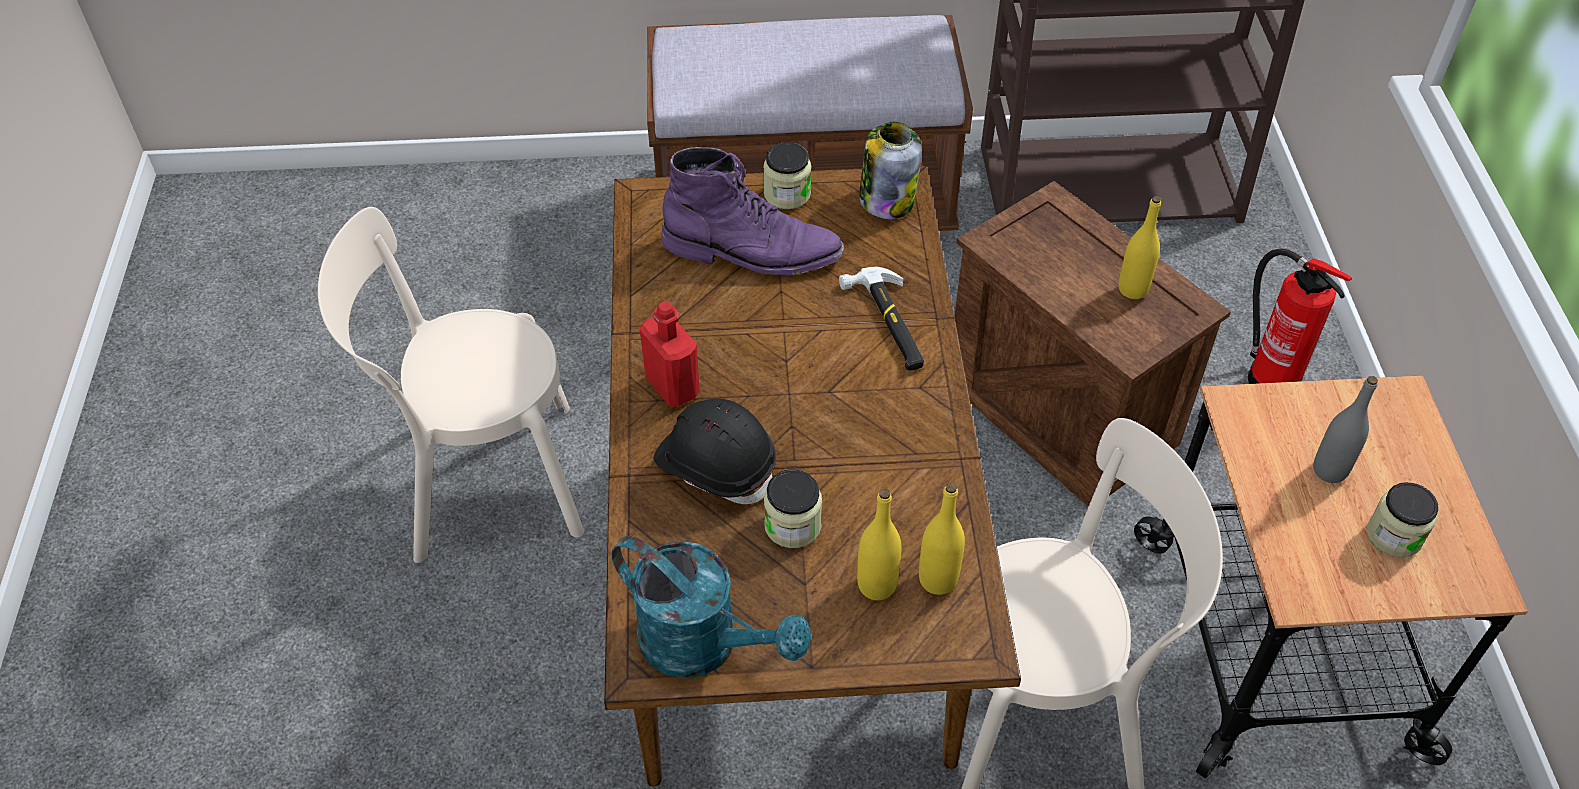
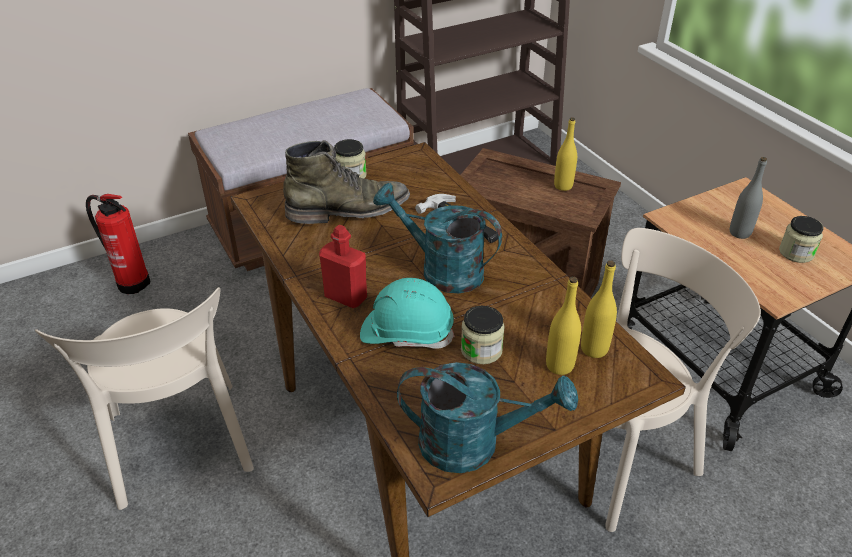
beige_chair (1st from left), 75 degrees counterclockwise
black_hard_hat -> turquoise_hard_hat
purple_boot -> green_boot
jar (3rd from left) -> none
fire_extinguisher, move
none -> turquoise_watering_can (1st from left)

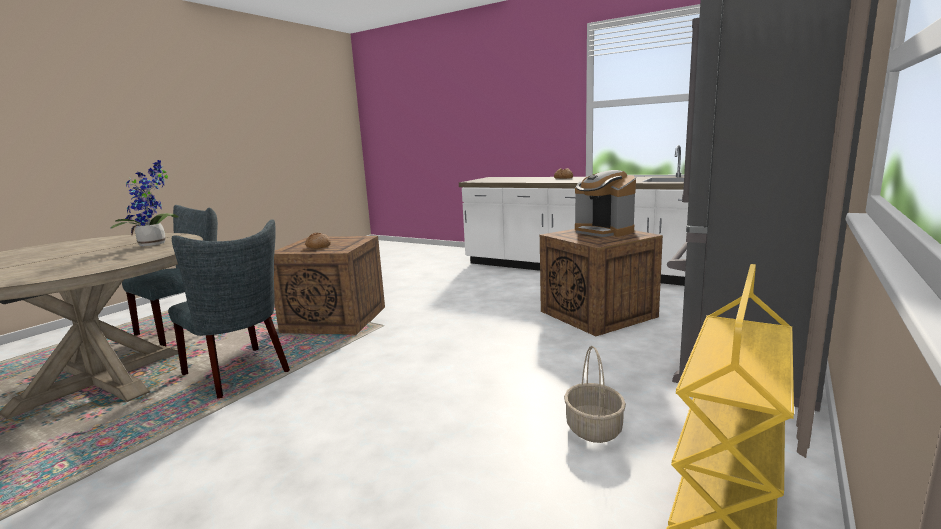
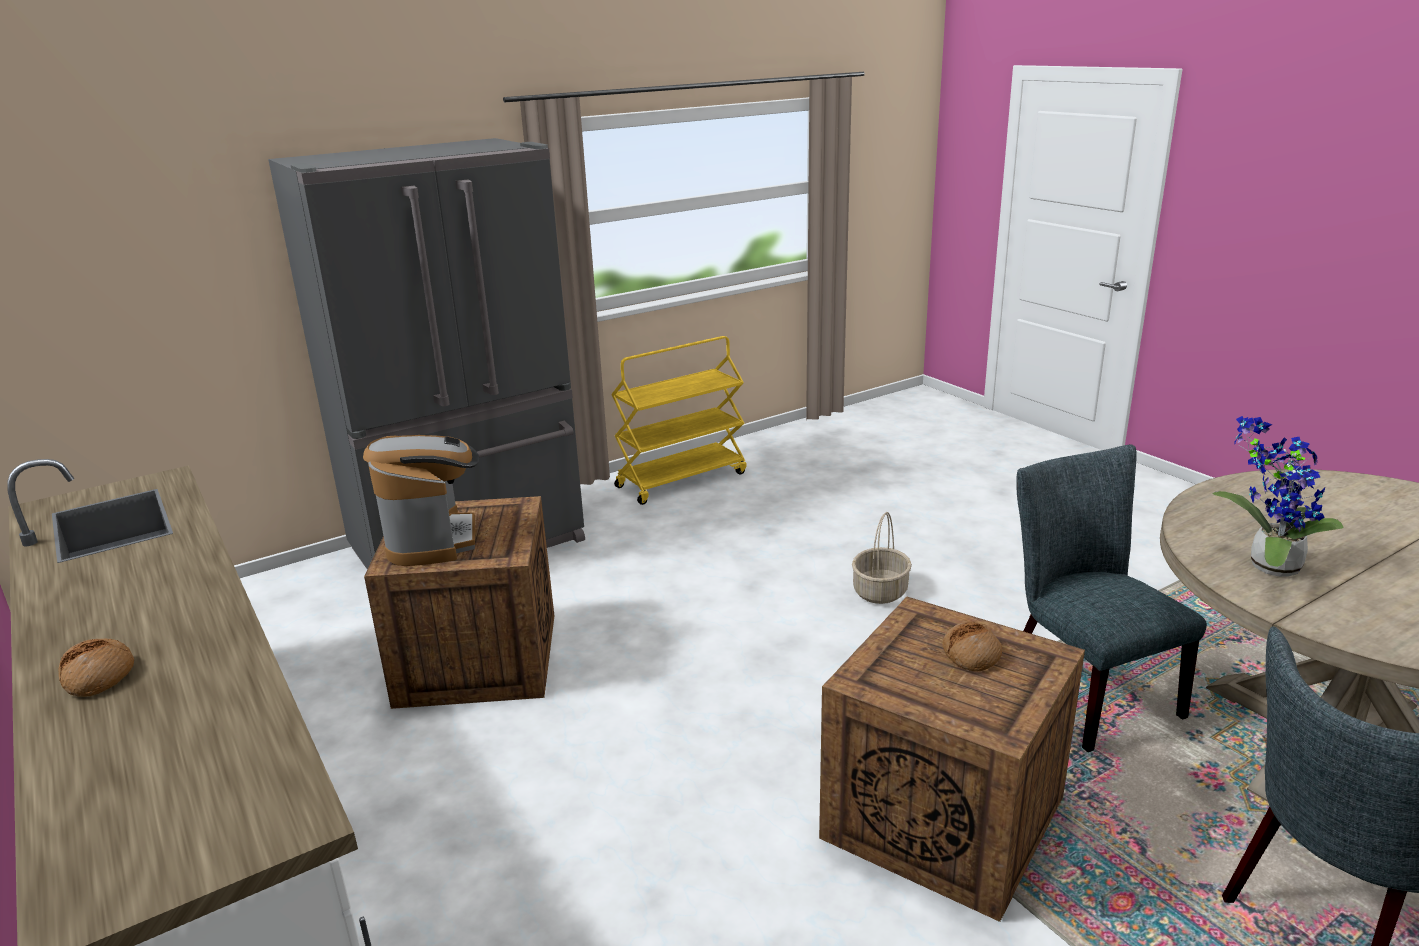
basket, move

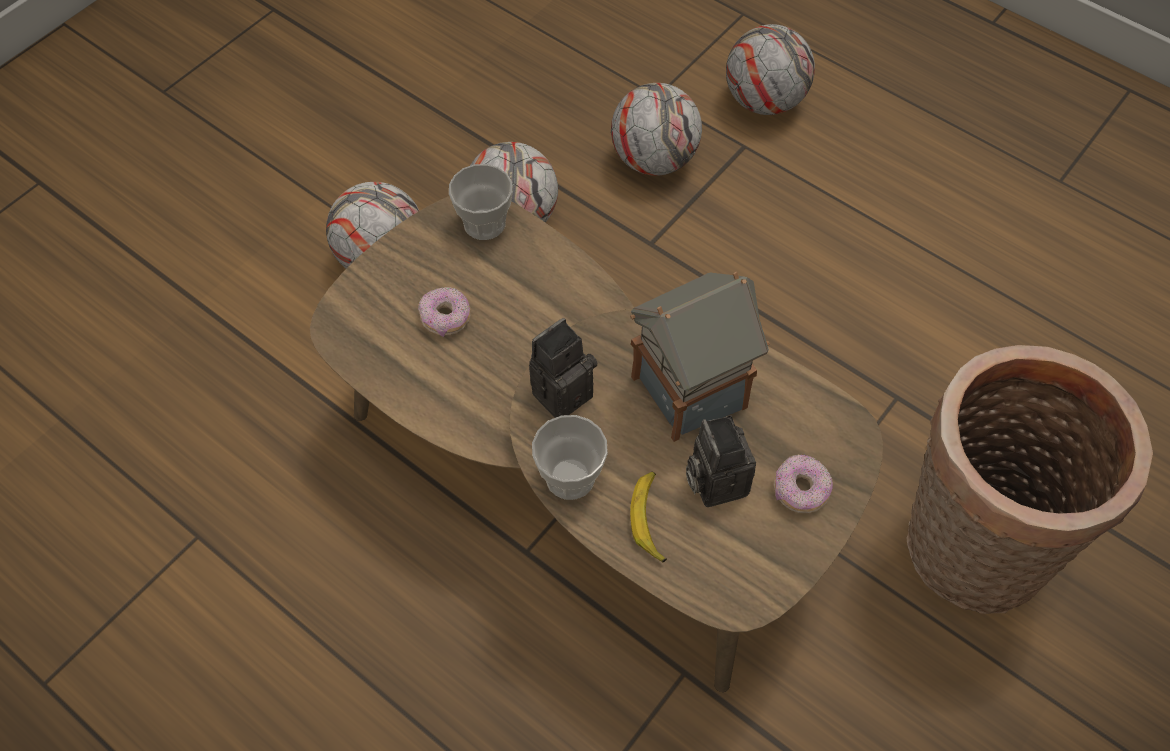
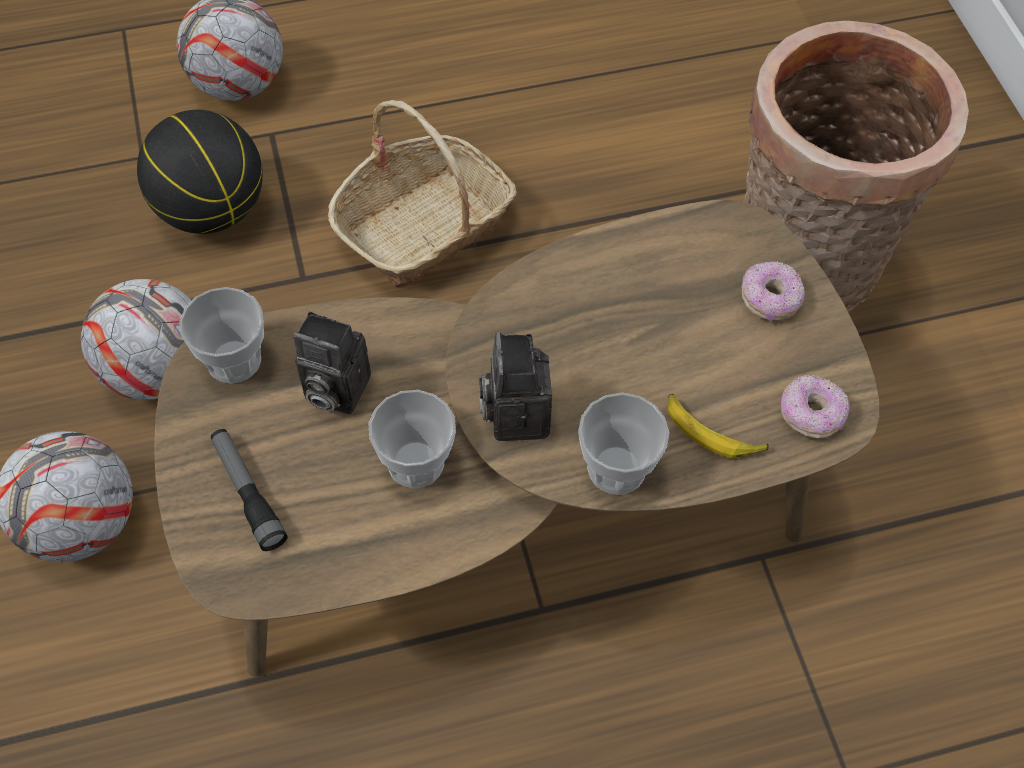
donut (1st from left in the first image) -> donut (2nd from left), move
football (3rd from left) -> basketball
toy_house -> none
photo_camera (2nd from left in the first image) -> photo_camera (1st from left), move
none -> flashlight
none -> basket (1st from left)
none -> cup (2nd from left)

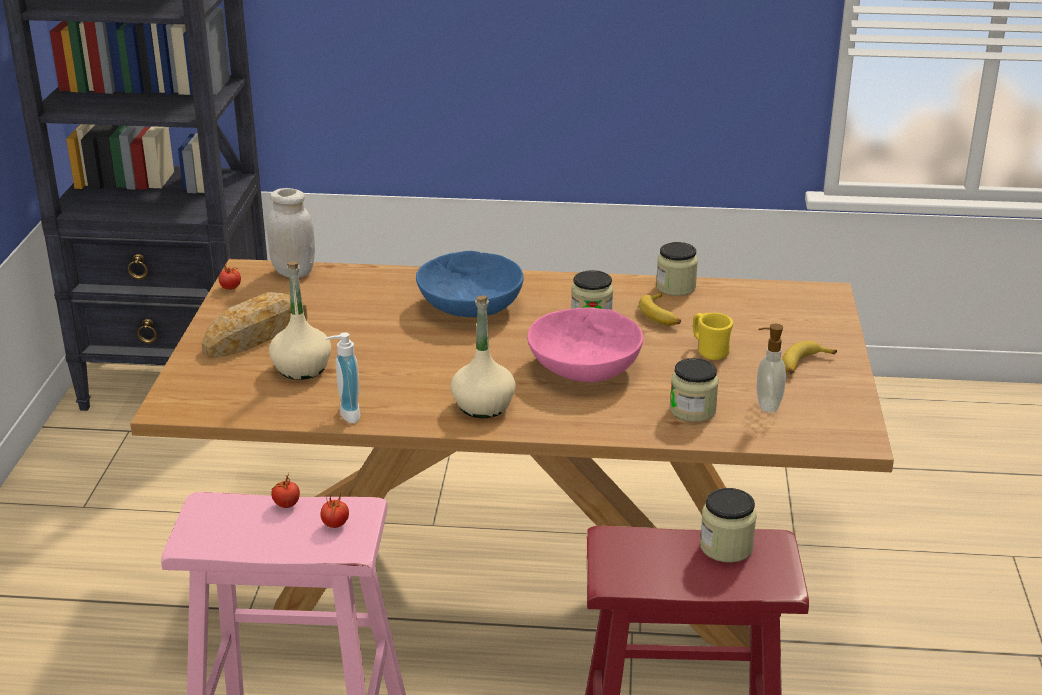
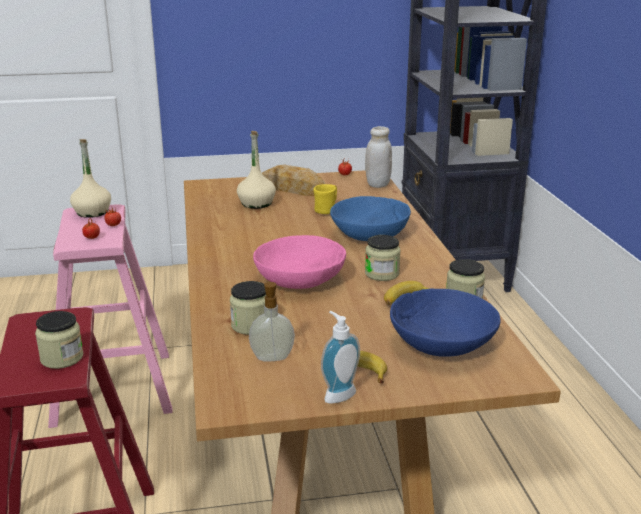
soap_dispenser (1st from left in the first image) -> soap_dispenser (2nd from left), move
beige_bottle (2nd from left in the first image) -> beige_bottle (1st from left), move
yellow_mug, move
none -> blue_bowl (2nd from left)

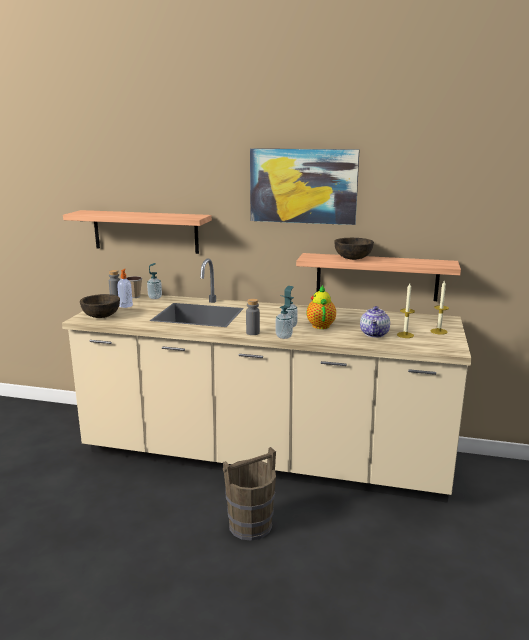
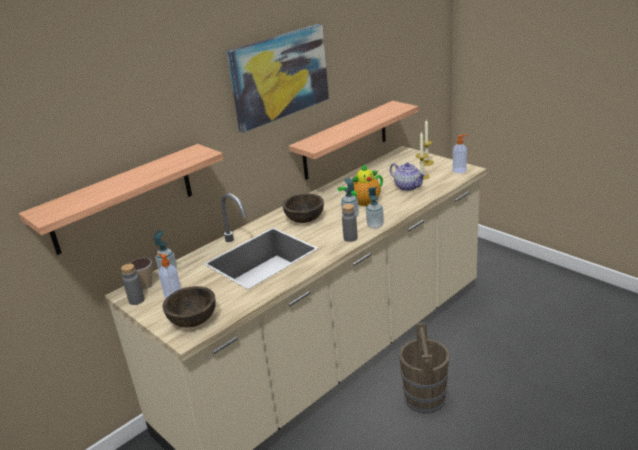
teapot (1st from left), 60 degrees counterclockwise
brown_bowl (2nd from left), move
none -> soap_dispenser (5th from left)

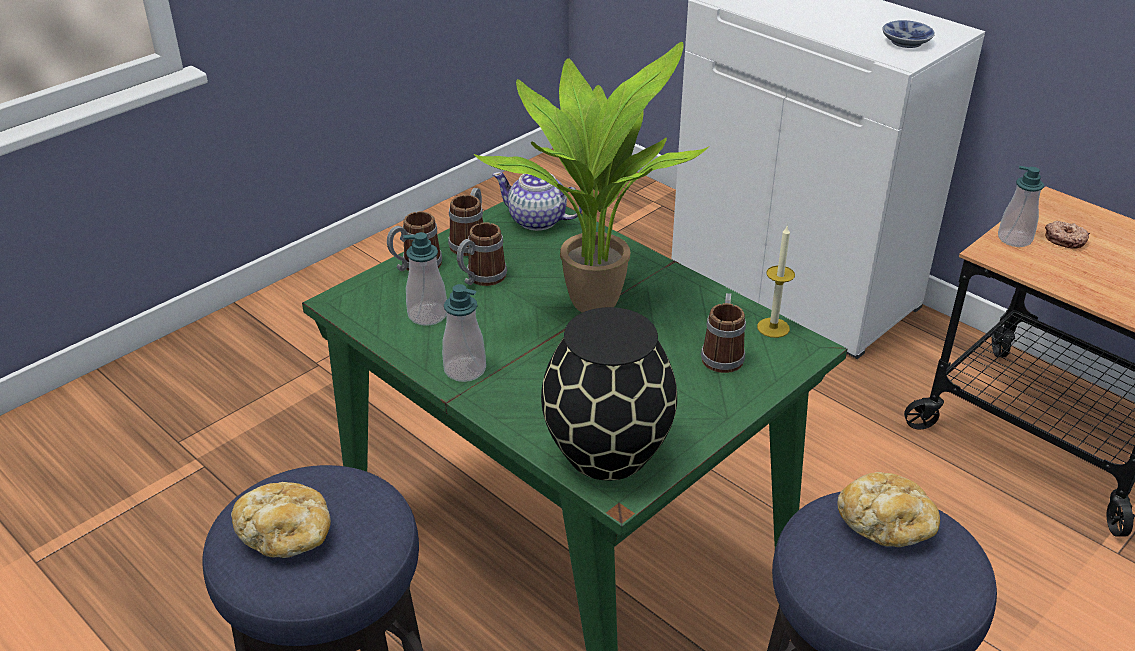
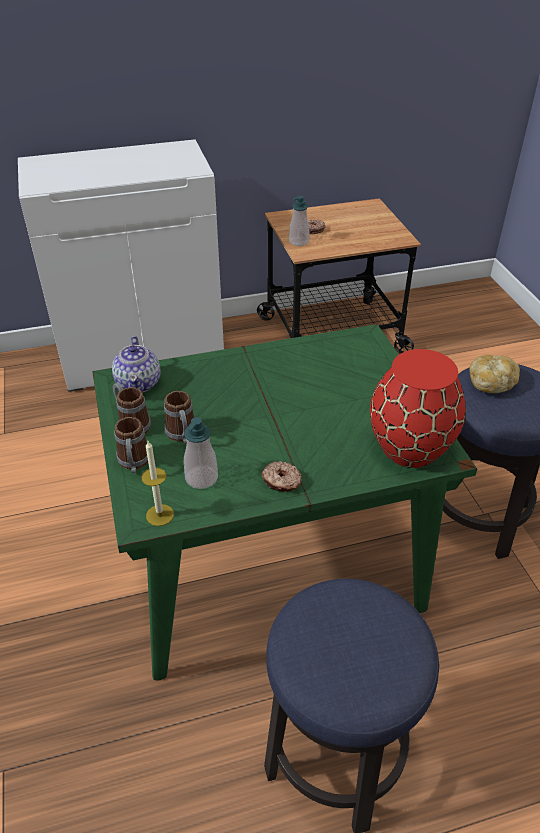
bread (1st from left) -> none
soap_dispenser (2nd from left) -> donut (1st from left)
potted_plant -> none
teapot, 60 degrees counterclockwise
black_vase -> red_vase
mug (4th from left) -> none
candle, move
bowl -> none

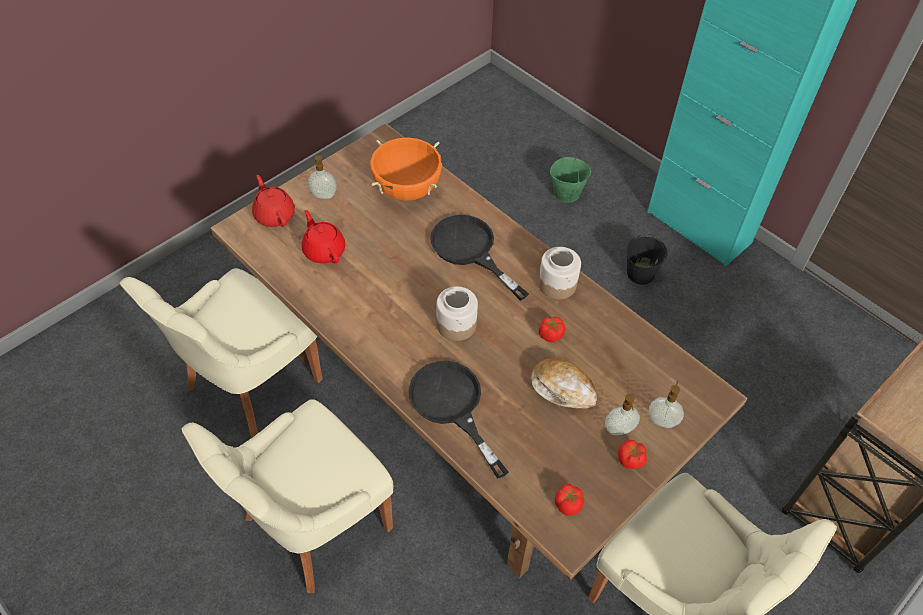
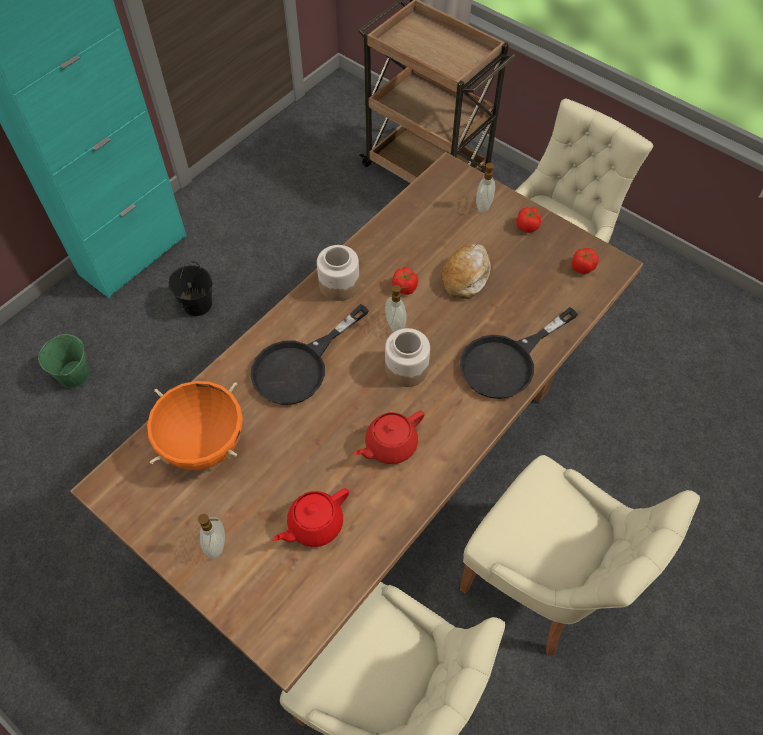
red_teapot (1st from left in the first image) -> red_teapot (2nd from left), move
soap_dispenser (2nd from left), move

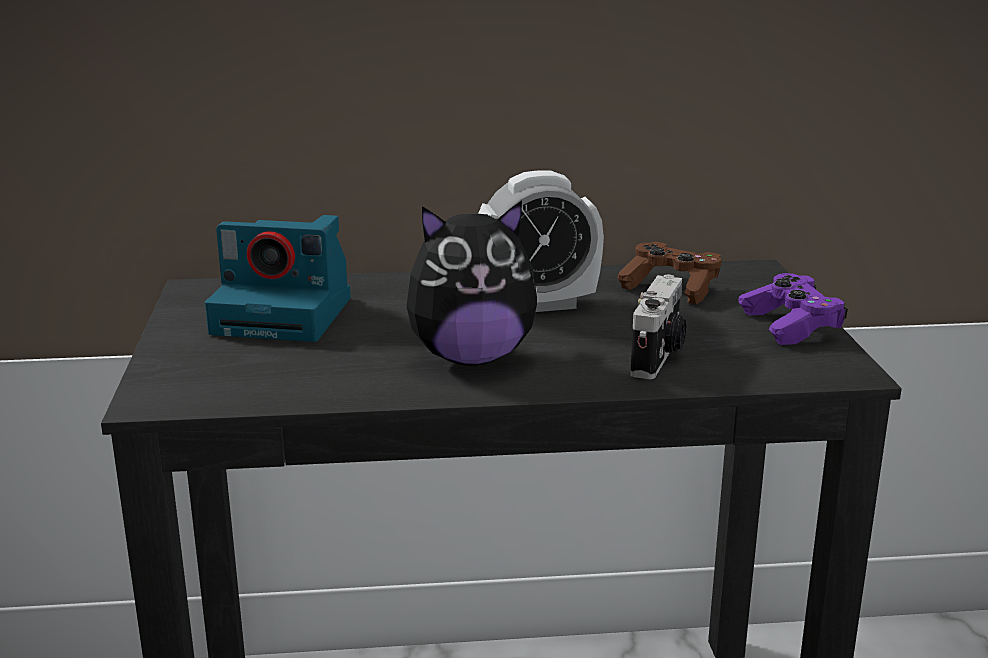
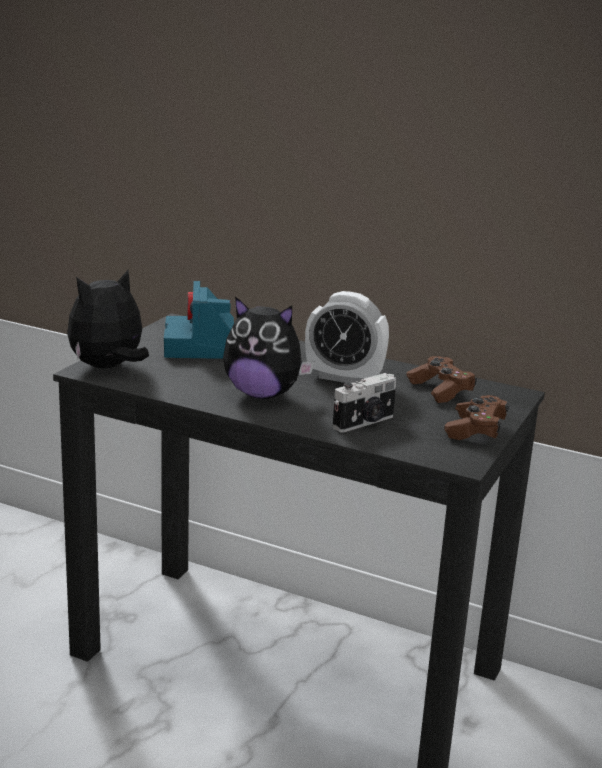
photo_camera (1st from left), 45 degrees clockwise
purple_game_controller -> brown_game_controller (2nd from left)
none -> plush_toy (1st from left)

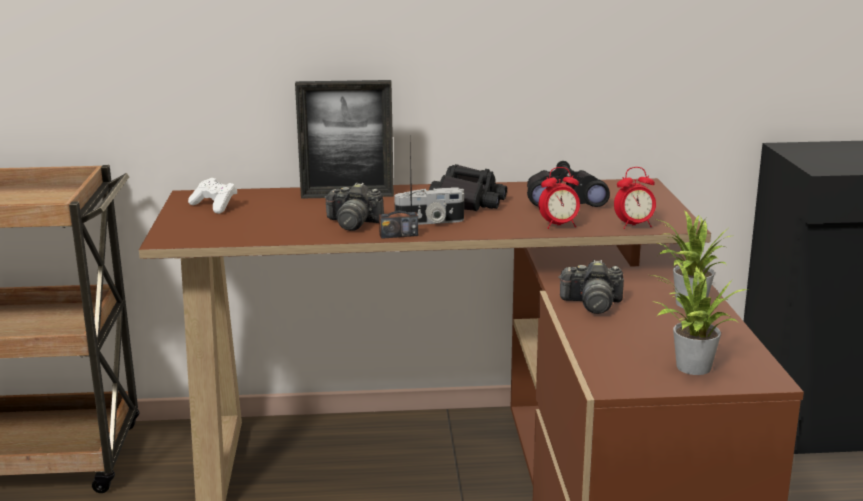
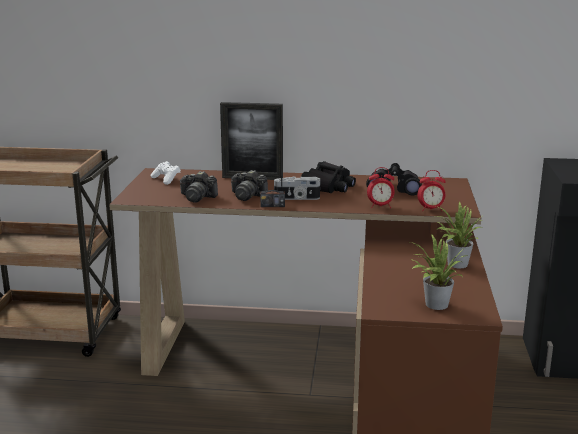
photo_camera (3rd from left in the first image) -> photo_camera (1st from left), move

